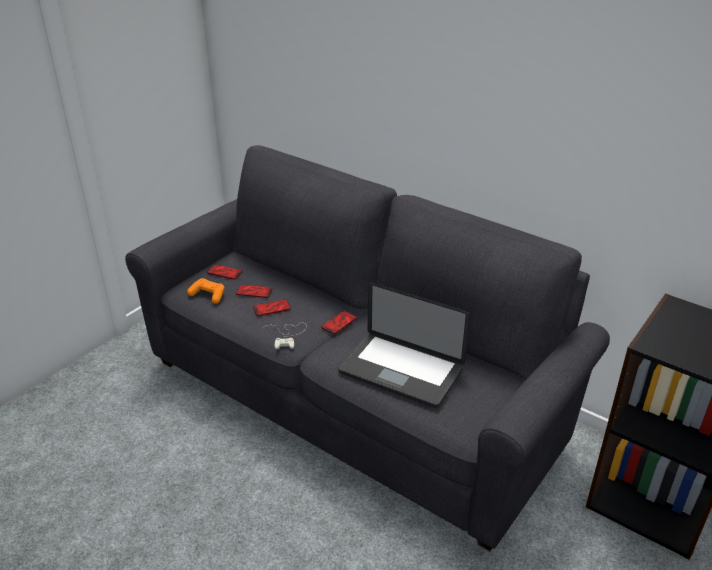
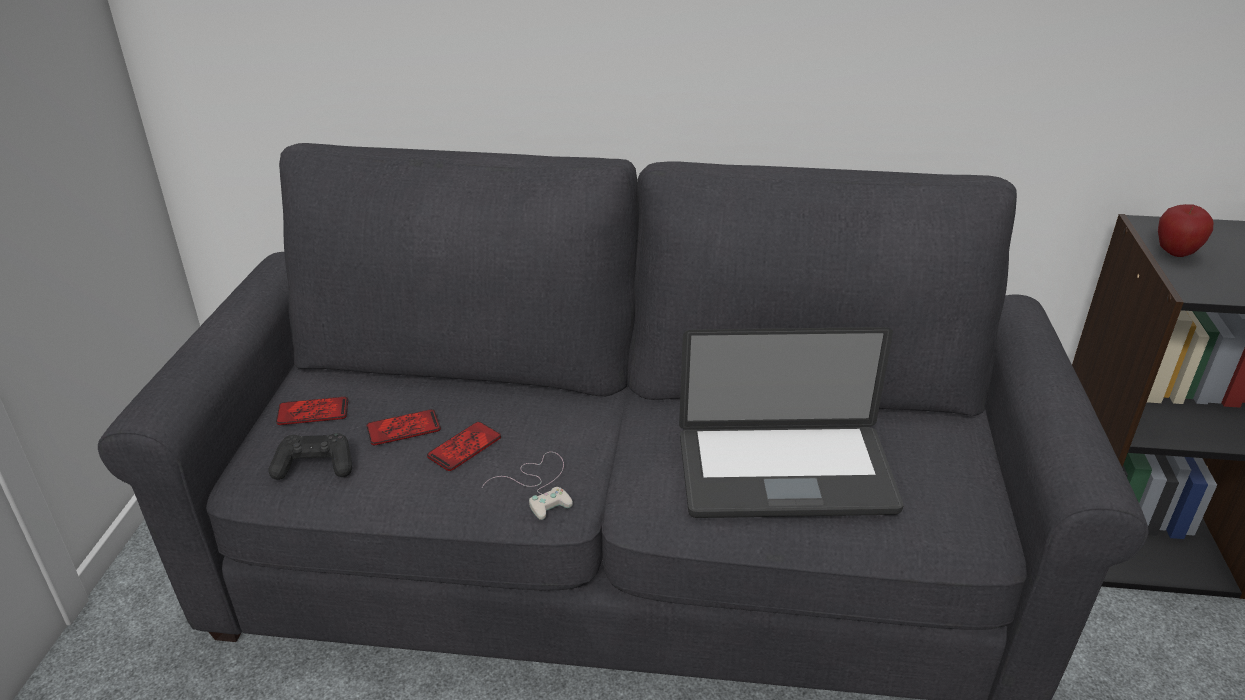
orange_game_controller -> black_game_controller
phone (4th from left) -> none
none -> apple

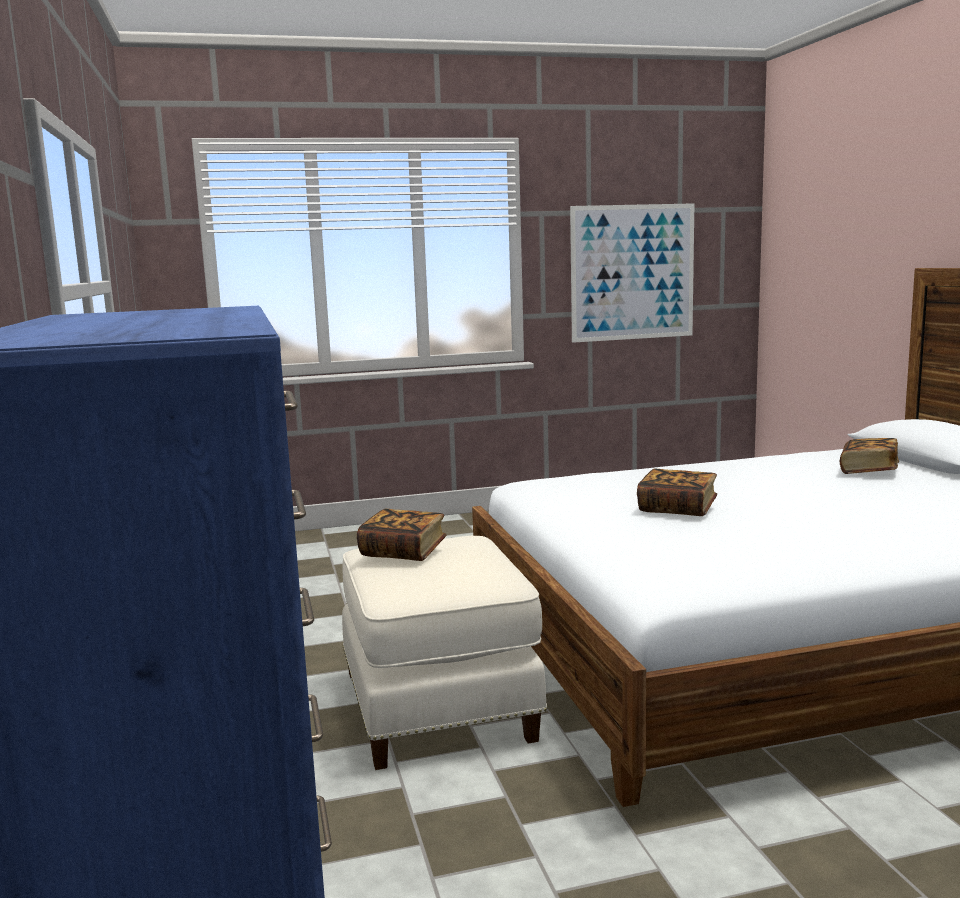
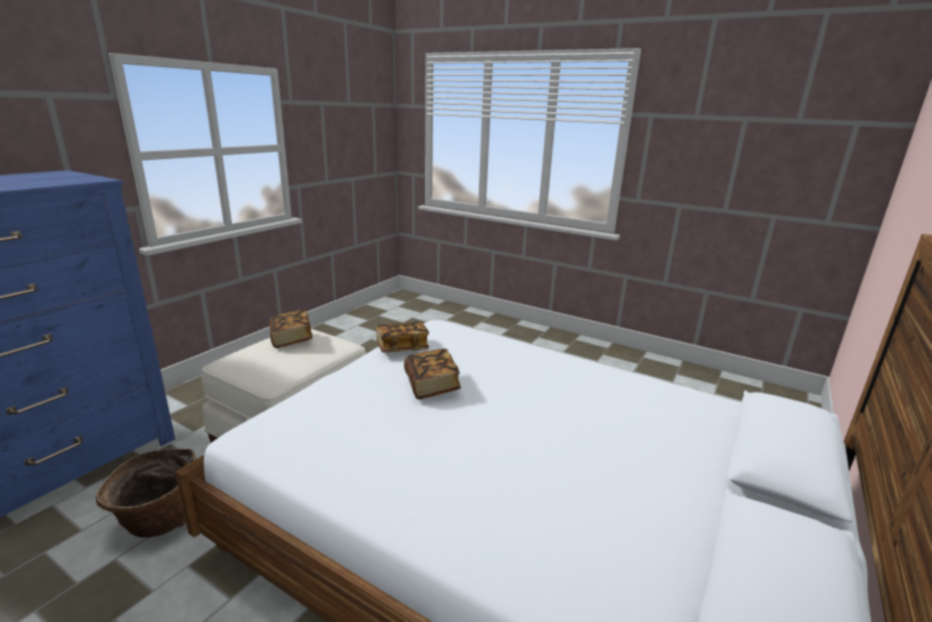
picture -> none
book (3rd from left in the first image) -> book (2nd from left), move
none -> basket

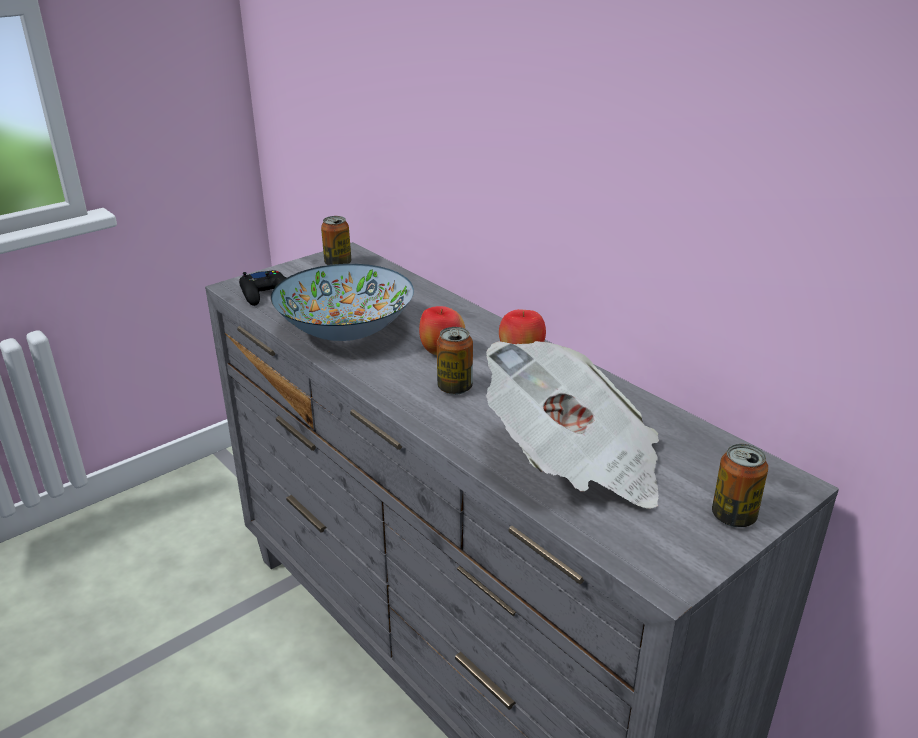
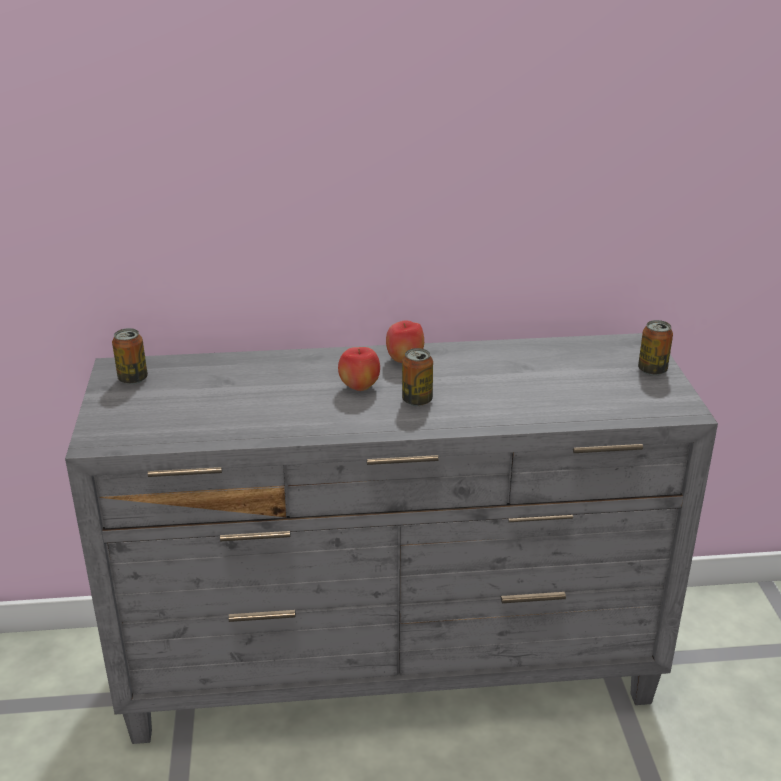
black_game_controller -> none
bowl -> none
newspaper -> none

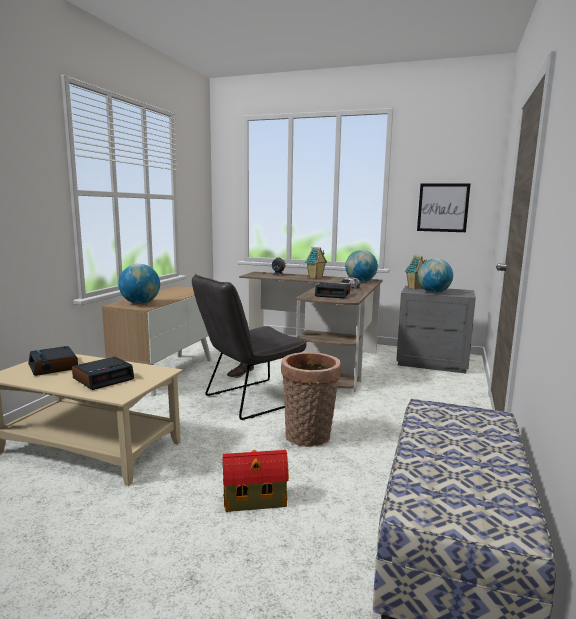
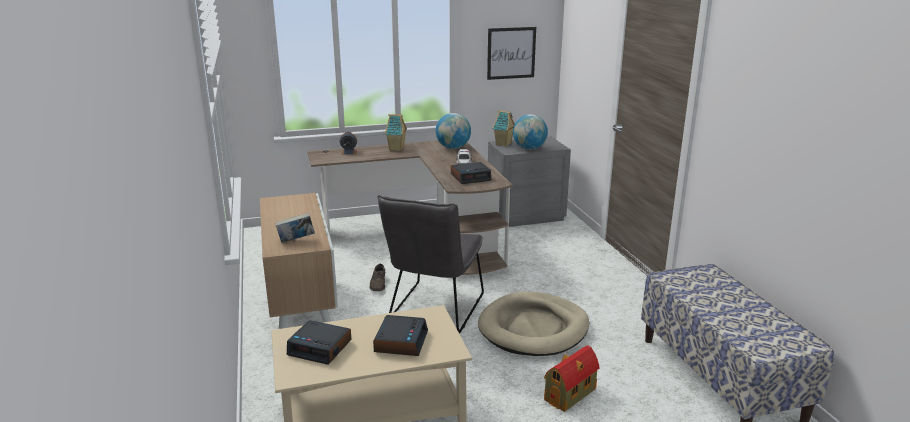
globe (1st from left) -> book
basket -> beige_dog_bed

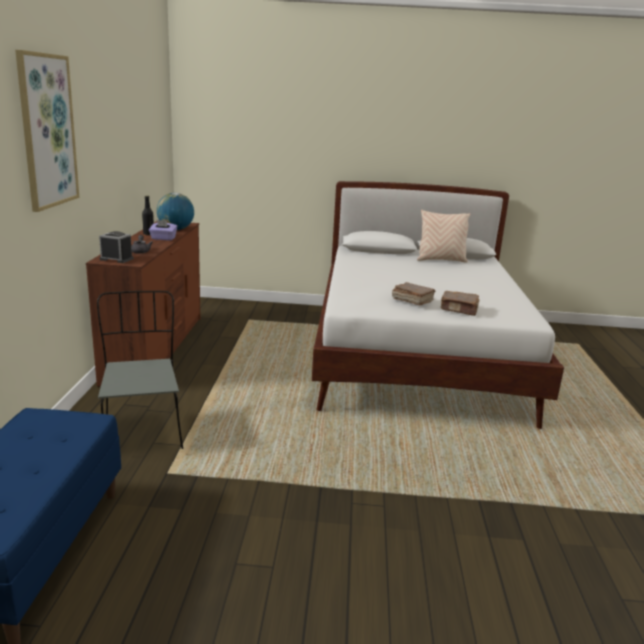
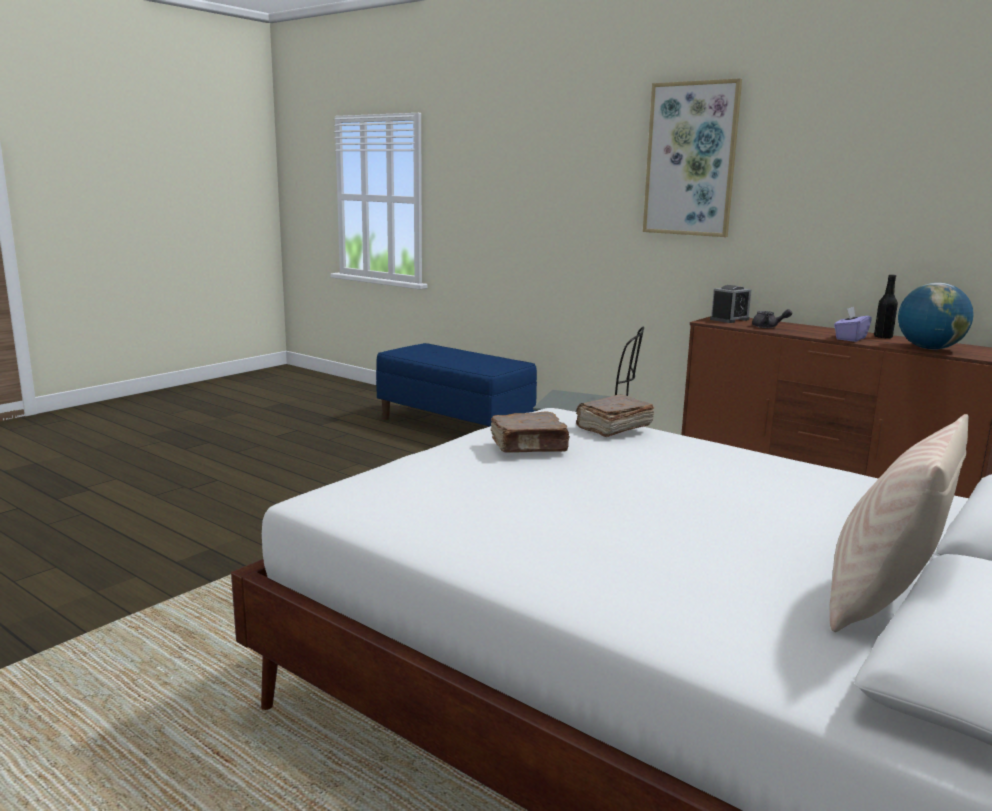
brown_book (2nd from left), move

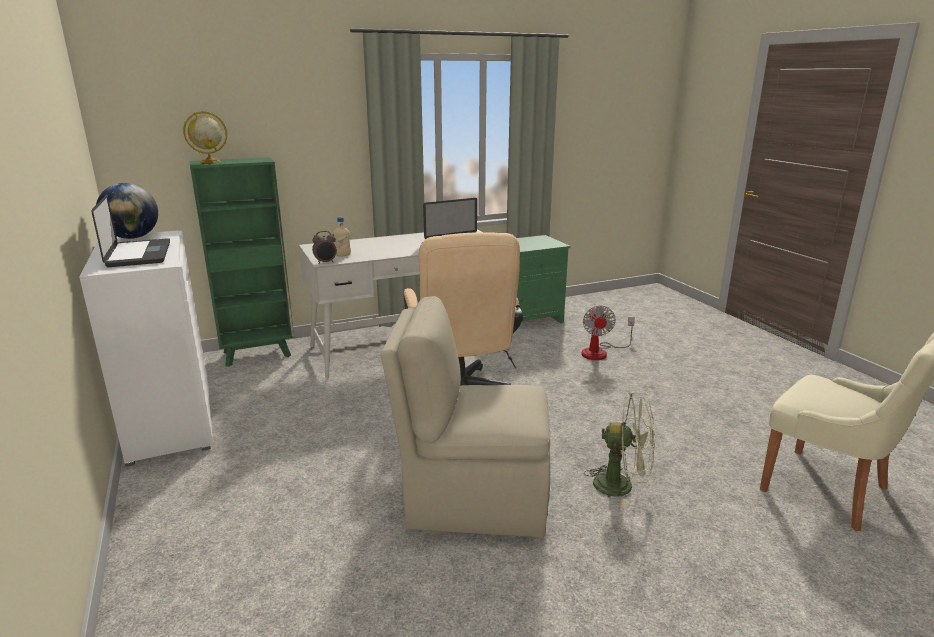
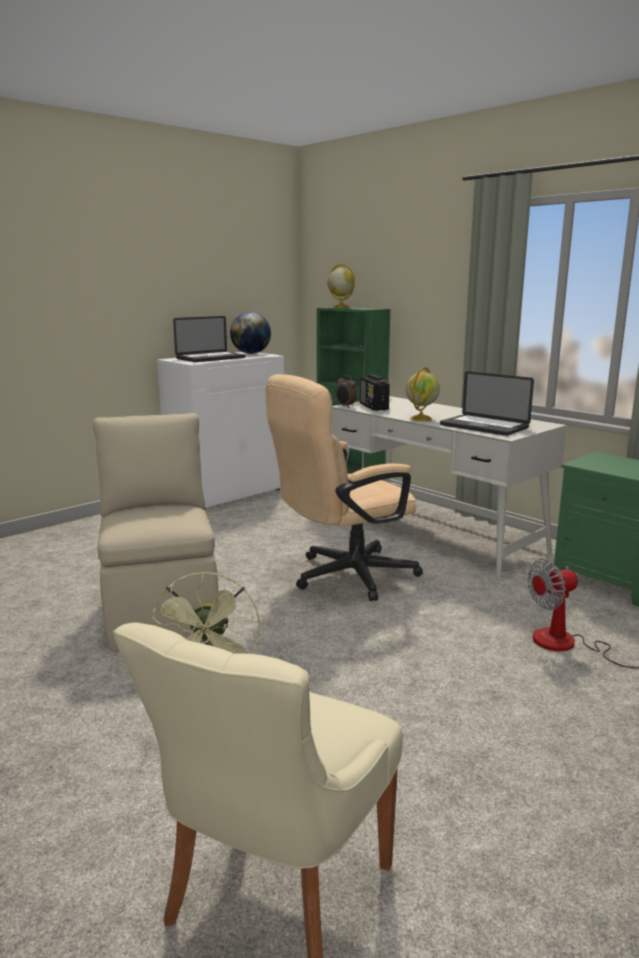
beige_bottle -> radio
none -> globe (3rd from left)

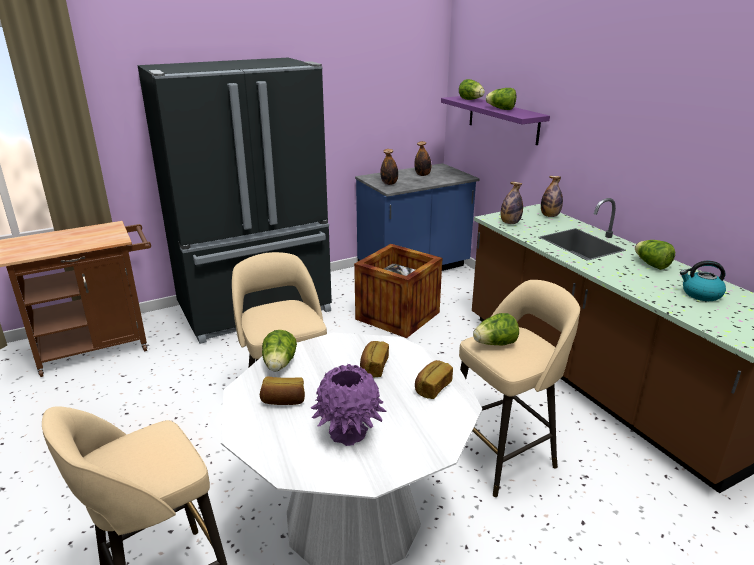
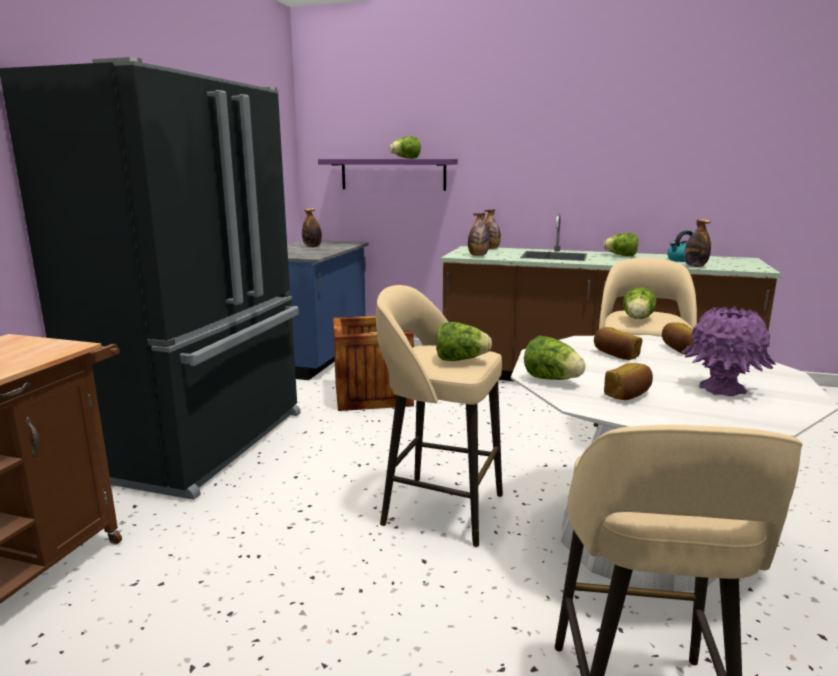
bottle (1st from left in the first image) -> bottle (4th from left), move
lettuce (2nd from left), move

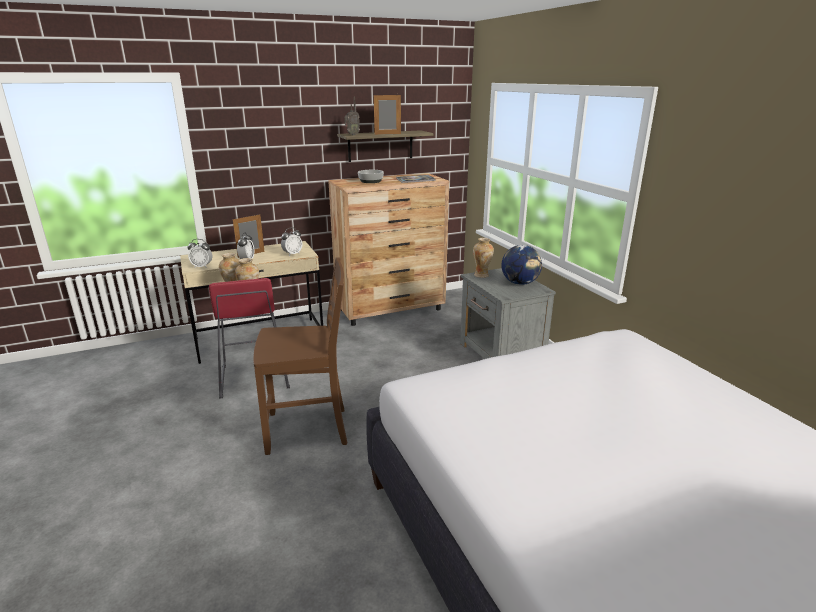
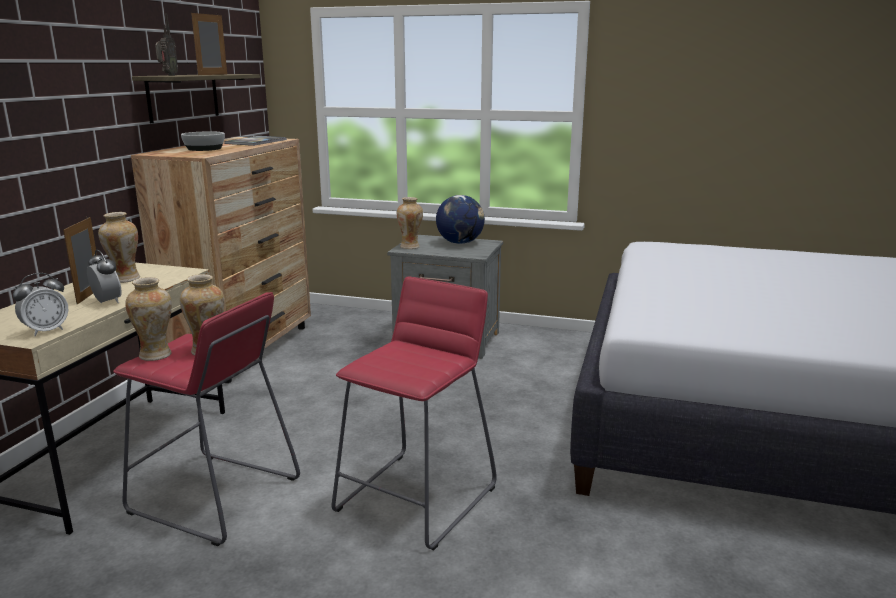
brown_chair -> red_stool (2nd from left)
alarm_clock (3rd from left) -> none
none -> vase (1st from left)

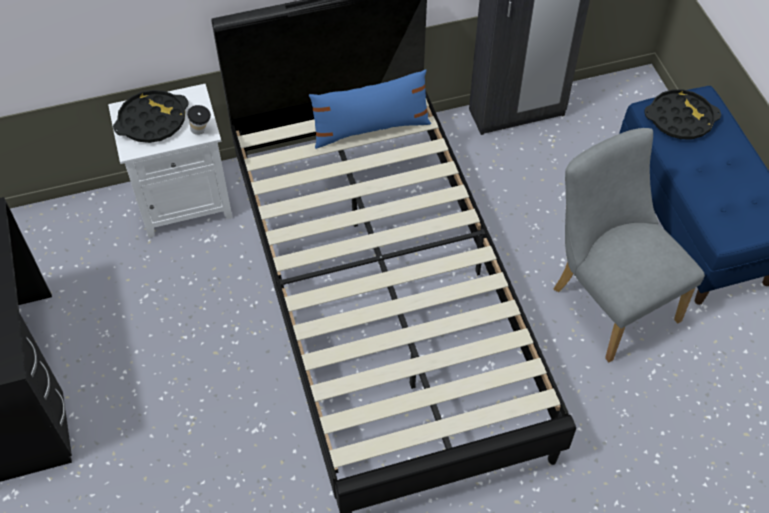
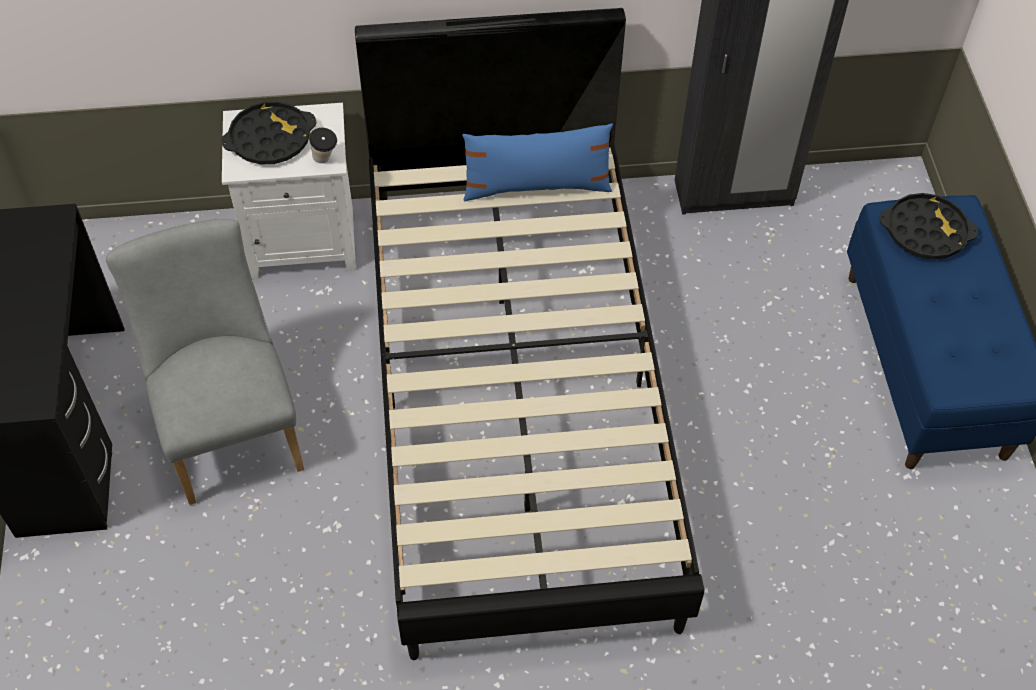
grey_chair, move

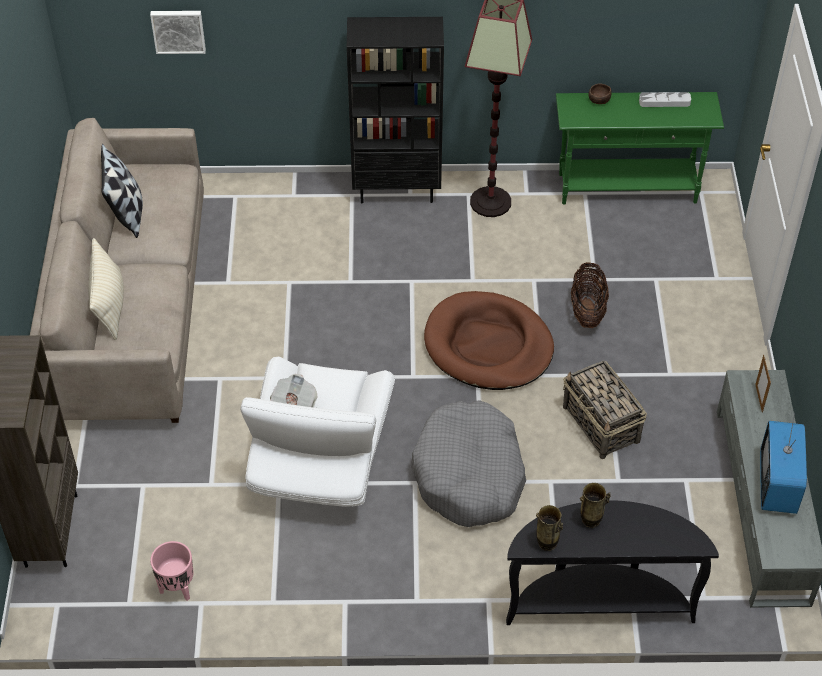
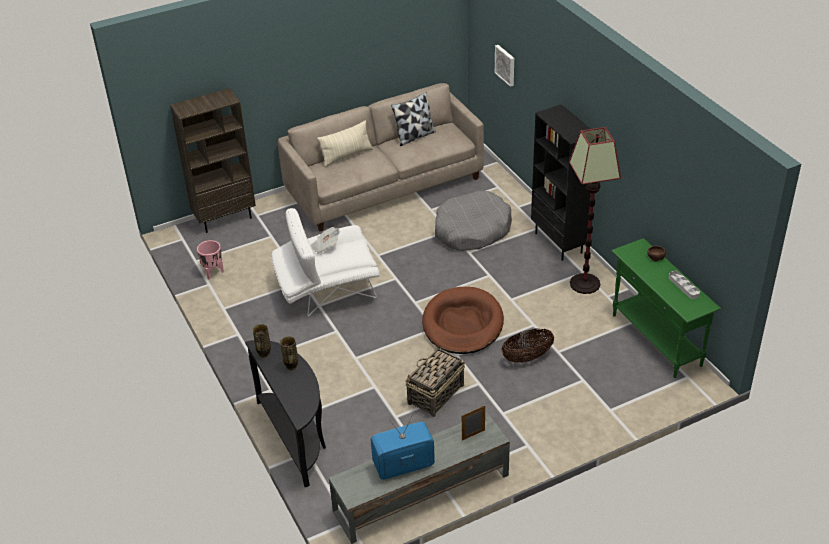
grey_dog_bed, move

